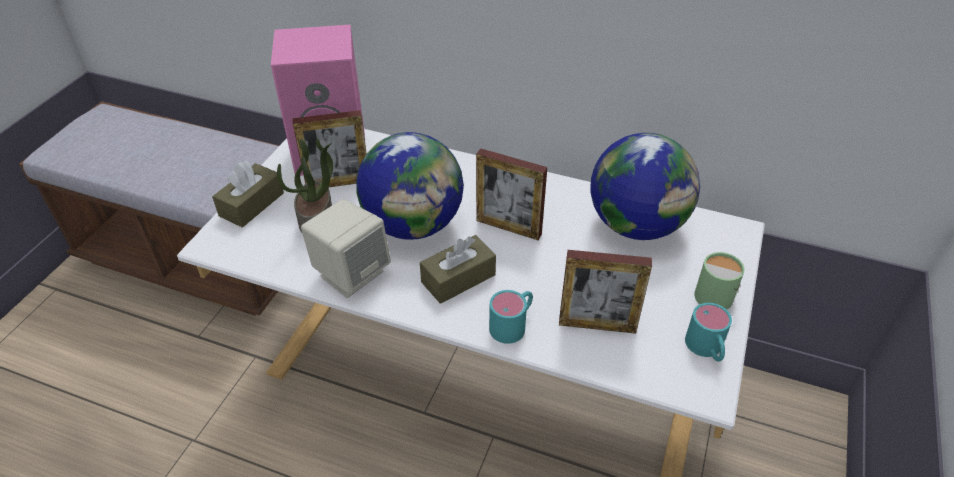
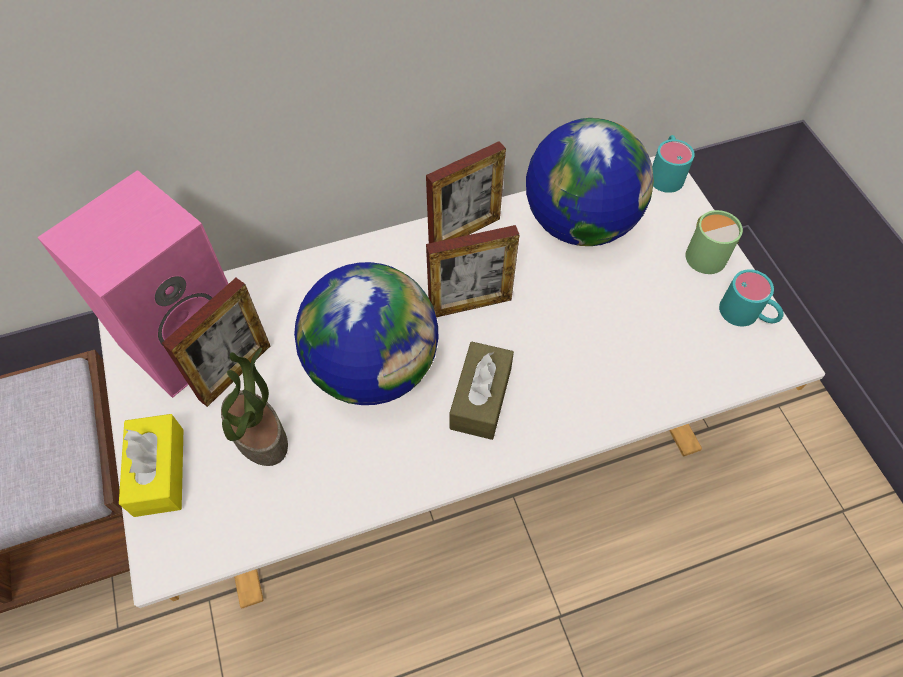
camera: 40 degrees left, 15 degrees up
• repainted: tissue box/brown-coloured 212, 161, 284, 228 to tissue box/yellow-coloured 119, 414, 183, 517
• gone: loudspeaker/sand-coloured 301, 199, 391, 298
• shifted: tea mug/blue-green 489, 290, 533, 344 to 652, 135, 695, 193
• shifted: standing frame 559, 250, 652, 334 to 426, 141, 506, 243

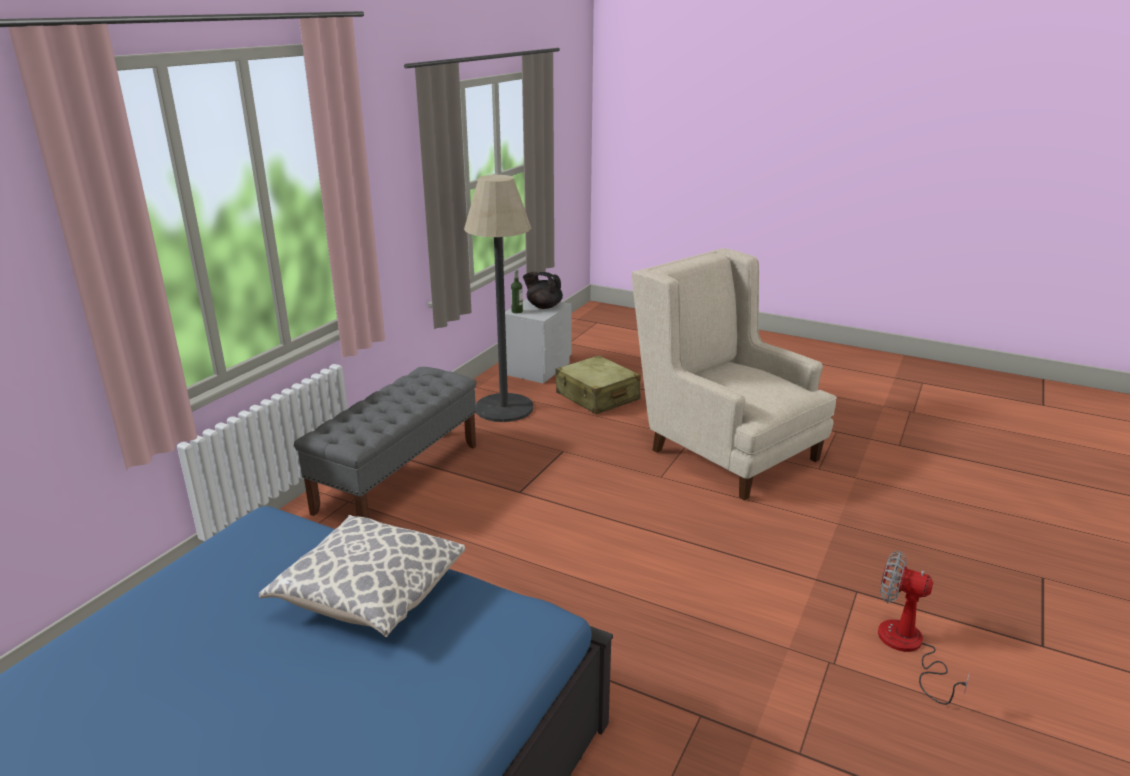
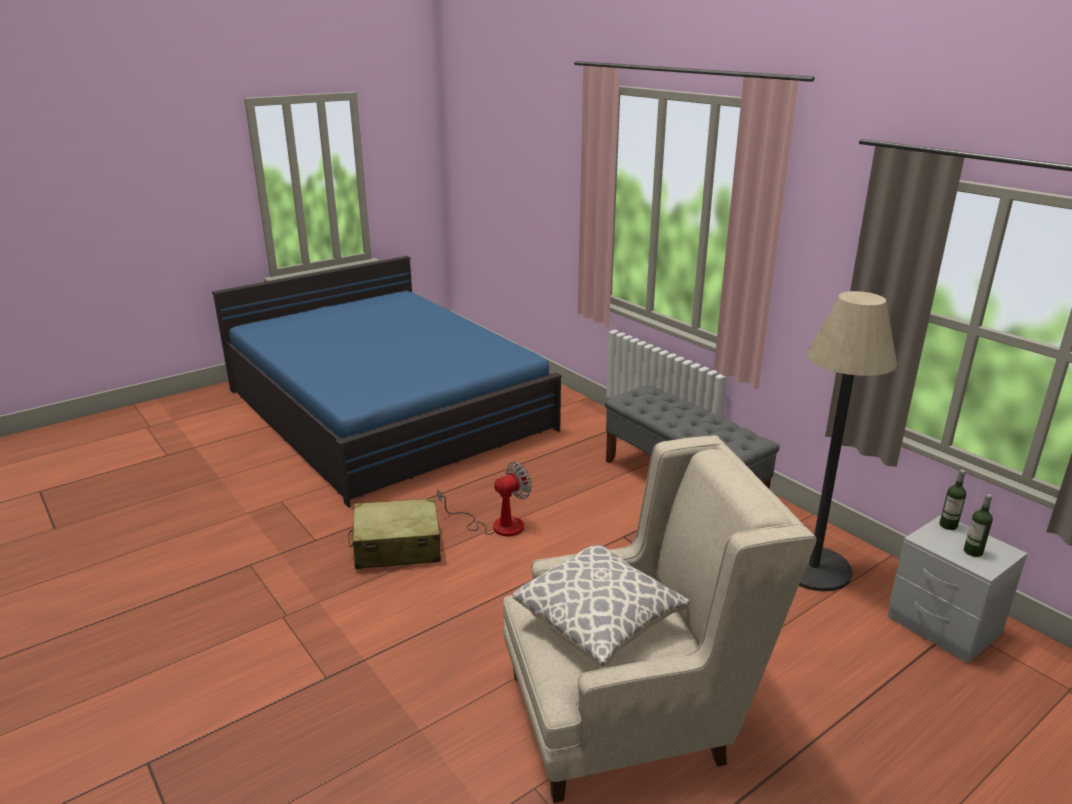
camera: 115 degrees right, 0 degrees up
• shifted: throw pillow 259, 515, 465, 637 to 513, 545, 689, 667
• swapped: teapot/black 523, 272, 563, 309 to beverage bottle 964, 494, 993, 557
• shifted: travel case/sand-coloured 555, 355, 641, 414 to 348, 498, 441, 569
• shifted: cooling fan 878, 551, 970, 705 to 437, 462, 532, 536

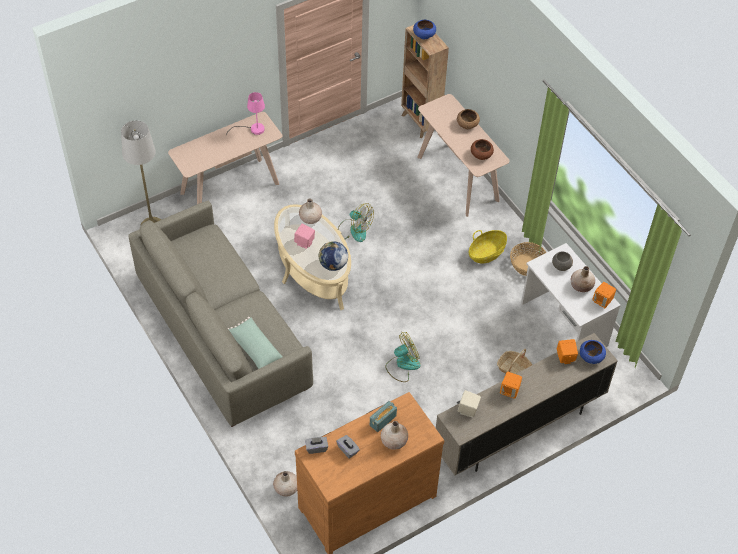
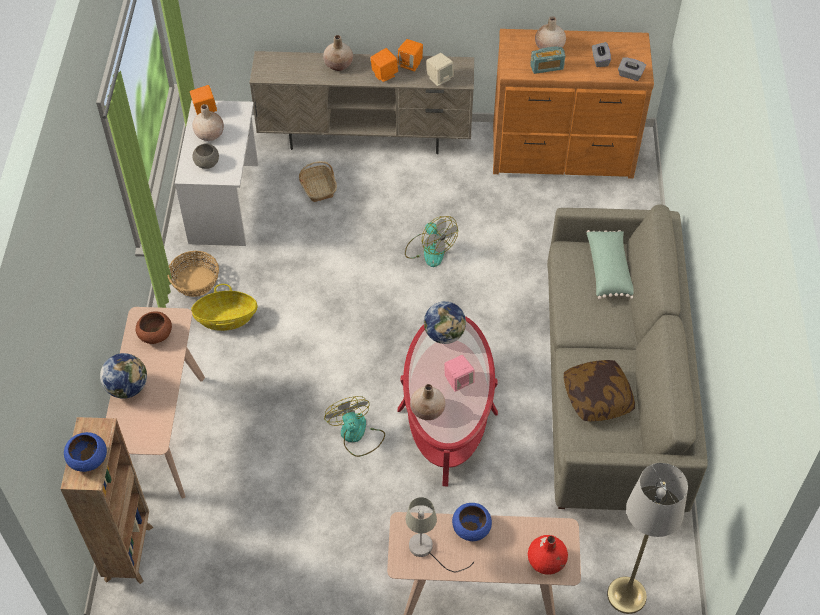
camera: 145 degrees left, 0 degrees up
• repainted: lamp for a table/pink-coloured 226, 92, 265, 136 to lamp for a table/greyish 405, 497, 474, 572
• shifted: vase/sand-coloured 273, 471, 297, 497 to 323, 35, 353, 71
• repainted: low table/sand-coloured 274, 204, 351, 310 to low table/red-coloured 397, 316, 498, 486
• rotated: cooling fan 385, 332, 421, 382 = 405, 216, 458, 267 135 degrees counterclockwise
• swapped: serving bowl/brown-coloured 457, 109, 480, 129 to world globe 100, 353, 147, 398
• shifted: loudspeaker/orangey 557, 339, 578, 364 to 398, 39, 423, 71
• shifted: serving bowl/bluish 580, 340, 606, 364 to 452, 503, 492, 541
• new: vase/red-coloured 528, 535, 568, 575
• new: throw pillow 564, 360, 635, 422

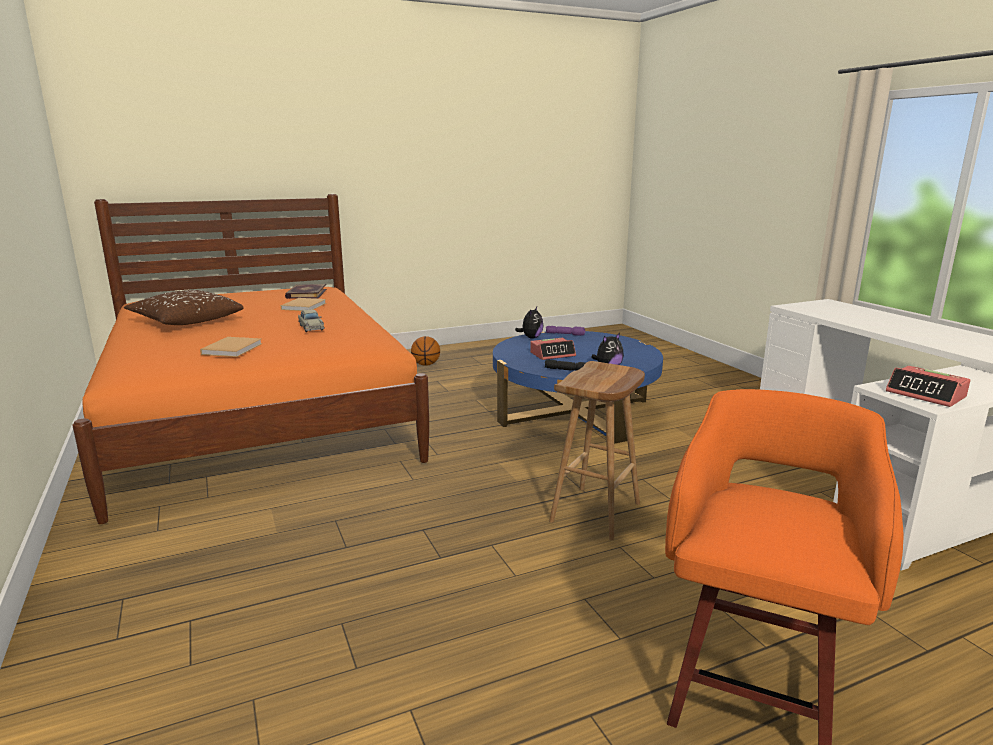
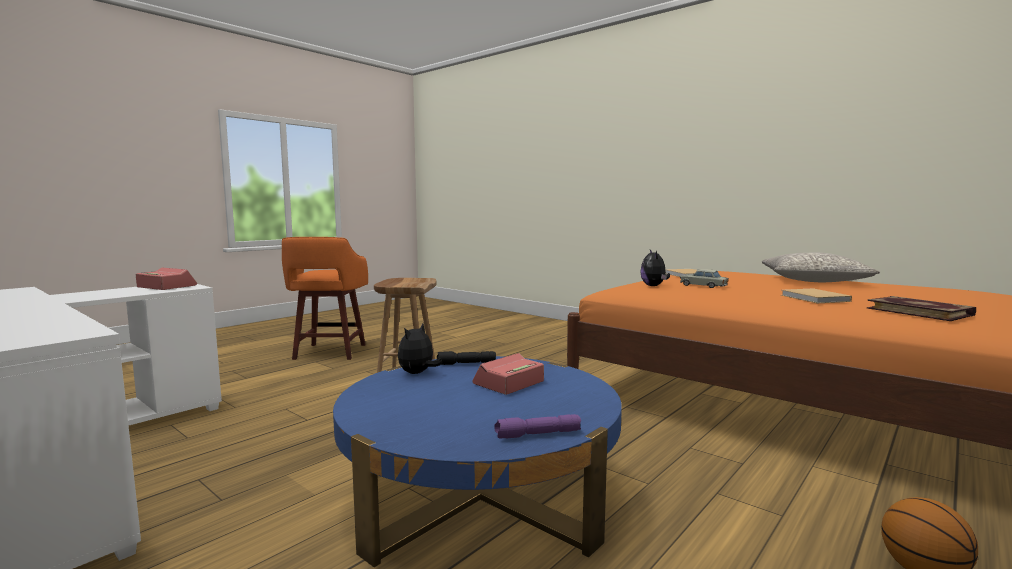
camera: 155 degrees right, 10 degrees down
• repainted: throw pillow/brown-coloured 124, 290, 244, 325 to throw pillow/greyish 762, 253, 879, 282
• shifted: cuddly toy 515, 307, 543, 339 to 640, 250, 670, 286

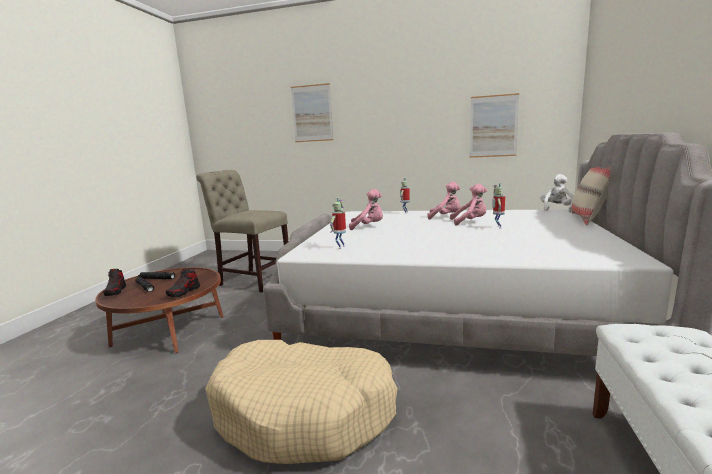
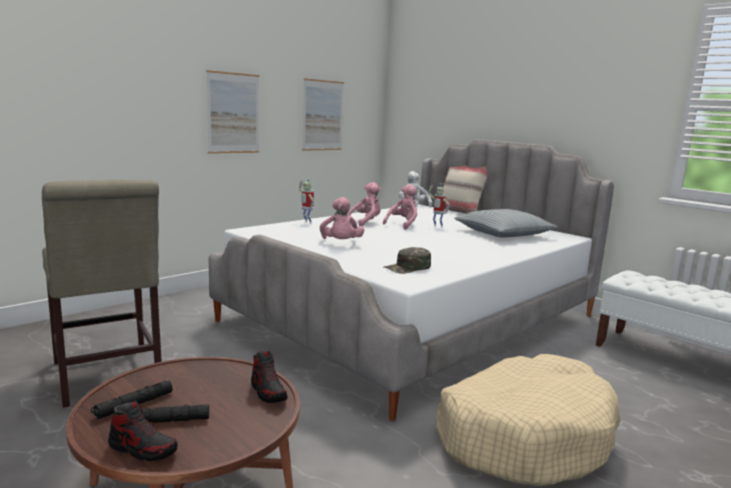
camera: 60 degrees left, 0 degrees up
• rotated: chair/sand-coloured 196, 170, 289, 292 = 42, 179, 162, 408 90 degrees counterclockwise
• shifted: picture 291, 83, 333, 142 to 206, 70, 260, 154
• swapped: model robot 330, 198, 346, 249 to cap/green-coloured 384, 247, 431, 274
• rotated: cuddly toy/pink-coloured 349, 189, 383, 230 = 320, 197, 364, 239 135 degrees clockwise
• new: throw pillow 454, 209, 558, 237

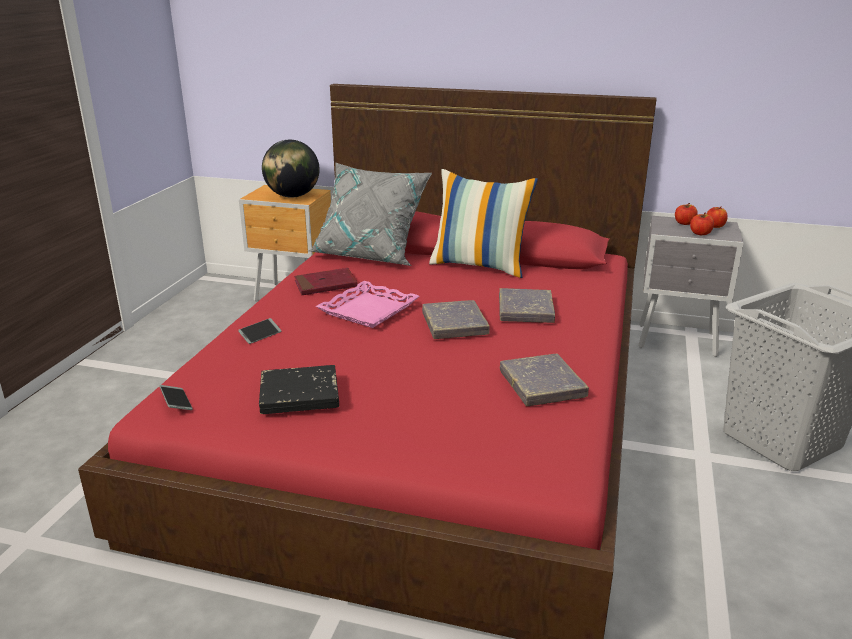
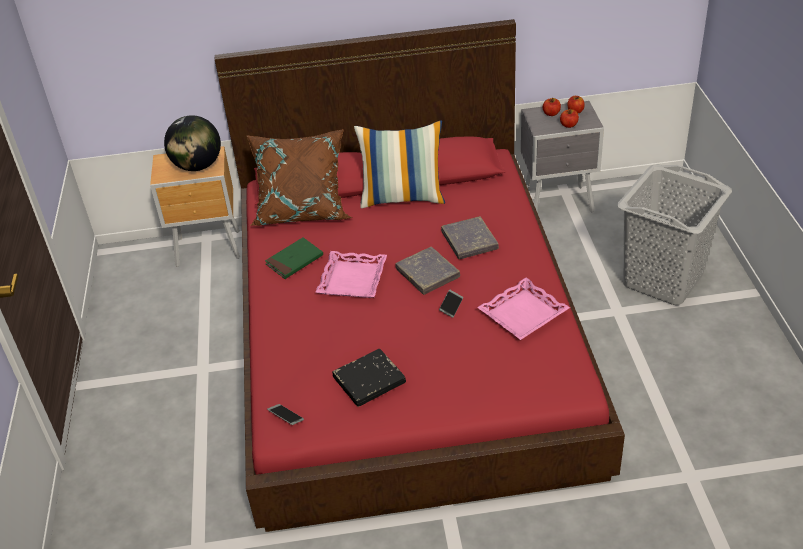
camera: 20 degrees left, 15 degrees up
• shifted: telephone 238, 318, 281, 344 to 439, 290, 463, 318
• repainted: volume/red-coloured 294, 268, 358, 295 to volume/green-coloured 265, 237, 323, 279
• repainted: throw pillow/greyish 307, 163, 432, 266 to throw pillow/brown-coloured 246, 129, 352, 226
• swapped: volume/greyish 500, 354, 589, 406 to tray/pink-coloured 477, 277, 570, 340

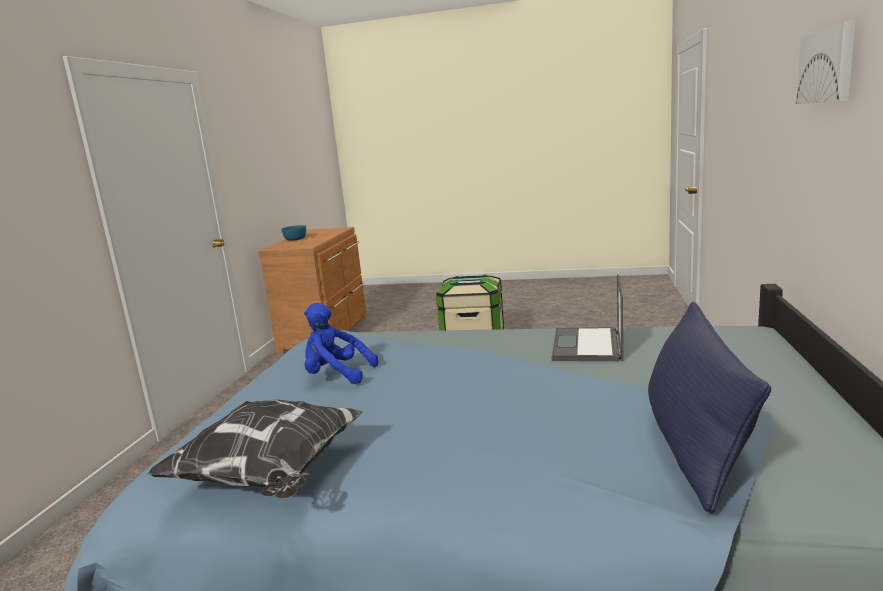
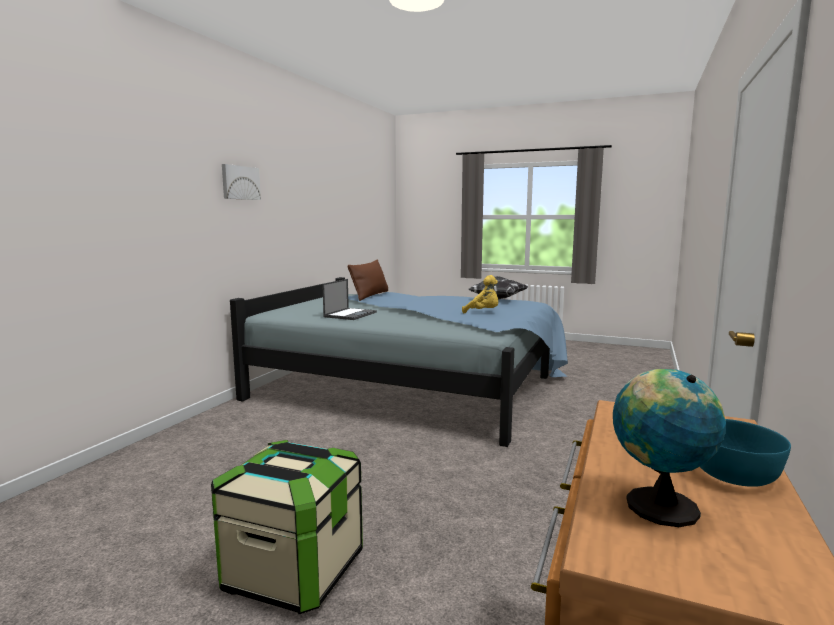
camera: 170 degrees left, 5 degrees down
• repainted: cuddly toy/bluish 304, 303, 378, 384 to cuddly toy/yellow-coloured 462, 275, 498, 313
• repainted: throw pillow/bluish 648, 302, 771, 513 to throw pillow/brown-coloured 348, 260, 388, 301
• new: world globe 613, 369, 726, 527

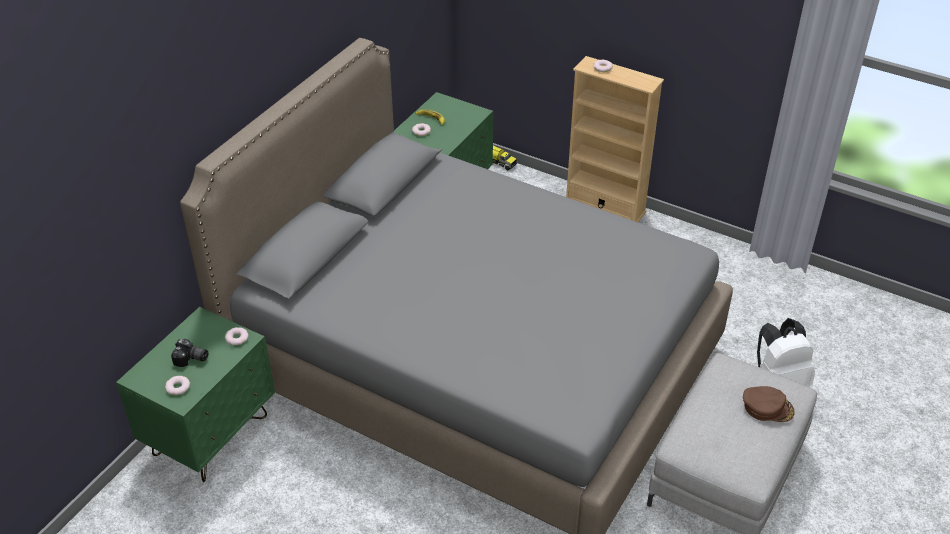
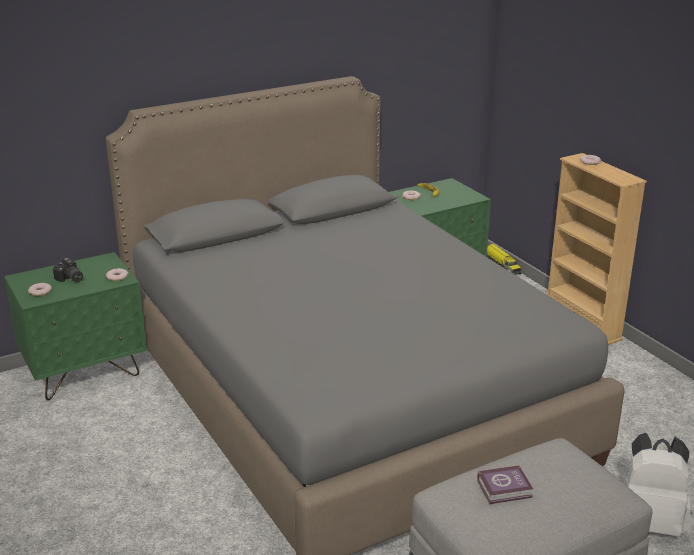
camera: 30 degrees right, 15 degrees down
• gone: cap/brown-coloured 743, 386, 795, 422
• new: volume 477, 465, 533, 504

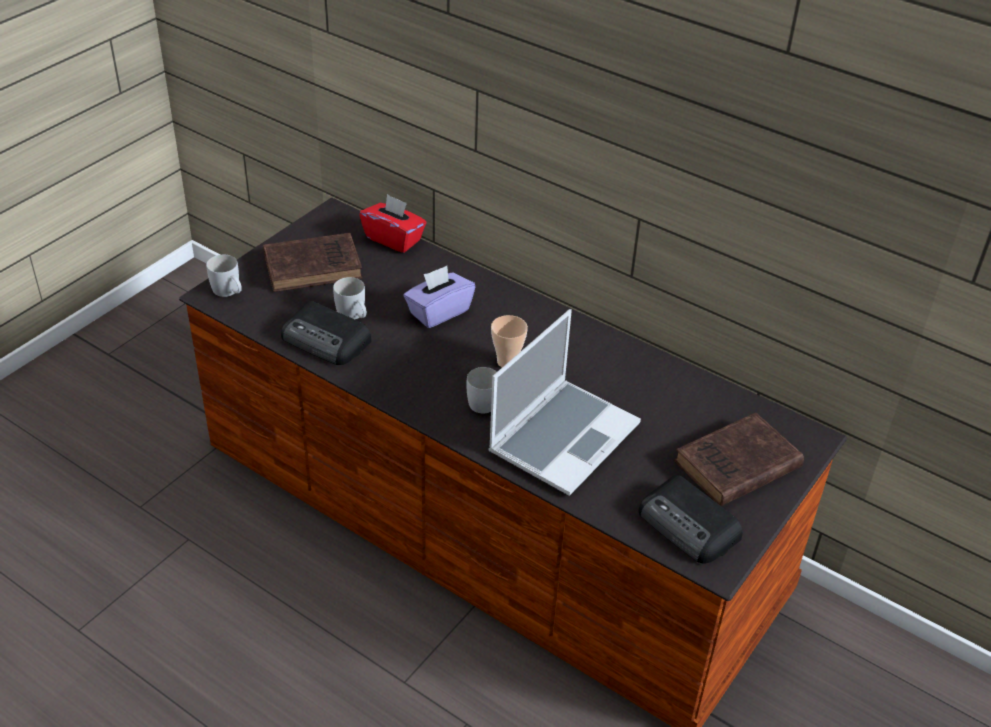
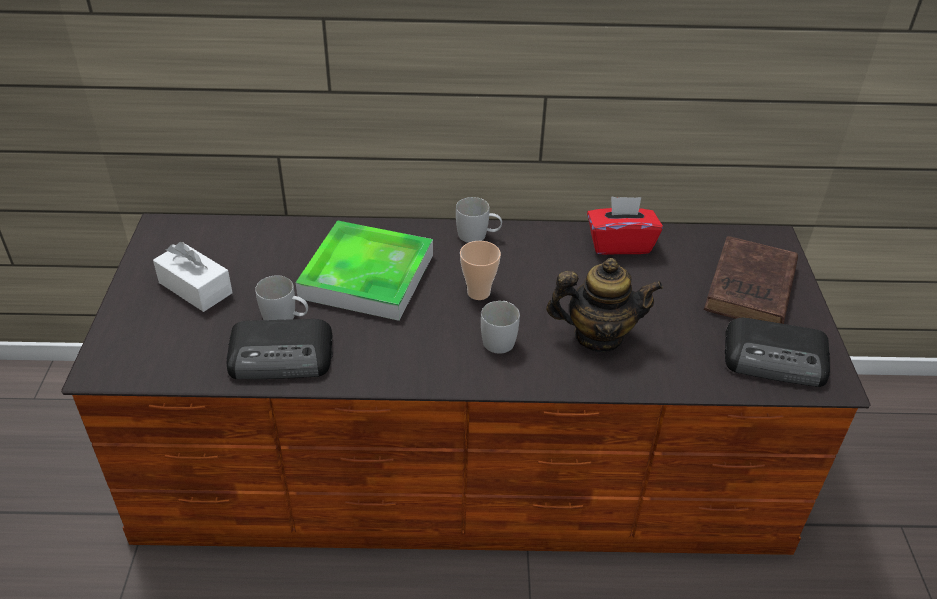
camera: 35 degrees left, 0 degrees up
• shifted: tea mug/whitish 206, 255, 242, 297 to 456, 197, 502, 243
• swapped: volume/brown-coloured 263, 233, 363, 292 to tissue box/whitish 153, 242, 233, 312
• shifted: tissue box/red-coloured 359, 194, 427, 253 to 587, 196, 663, 255
• swapped: tissue box/purple-coloured 403, 266, 475, 328 to tray 296, 220, 433, 321
• swapped: laptop 488, 309, 641, 496 to teapot 546, 258, 663, 352

